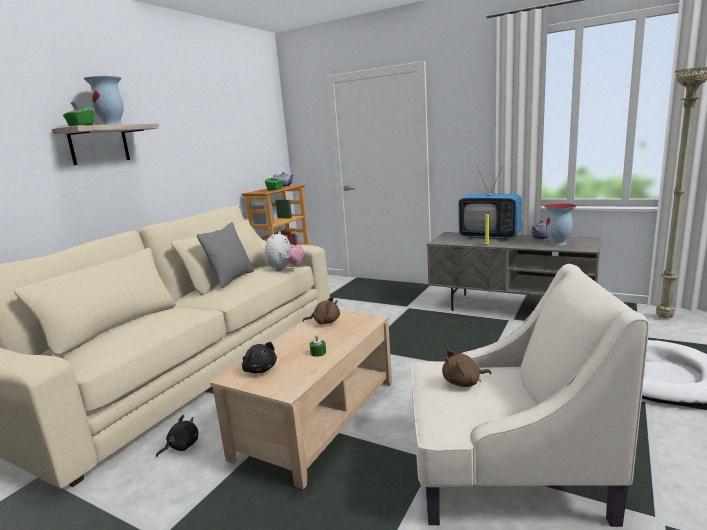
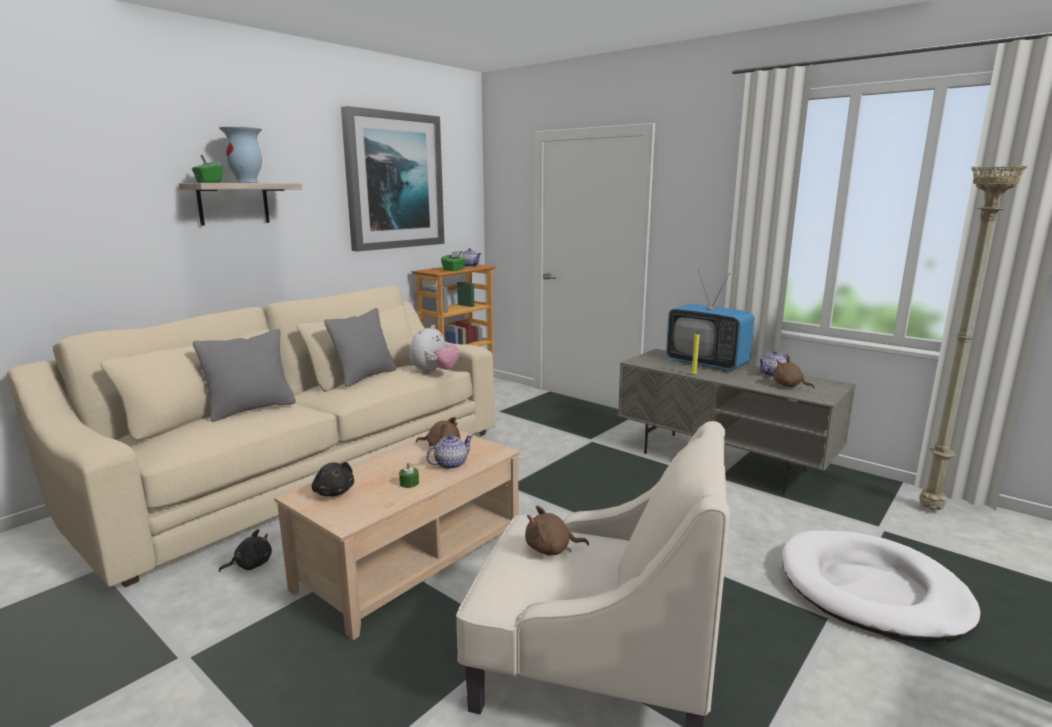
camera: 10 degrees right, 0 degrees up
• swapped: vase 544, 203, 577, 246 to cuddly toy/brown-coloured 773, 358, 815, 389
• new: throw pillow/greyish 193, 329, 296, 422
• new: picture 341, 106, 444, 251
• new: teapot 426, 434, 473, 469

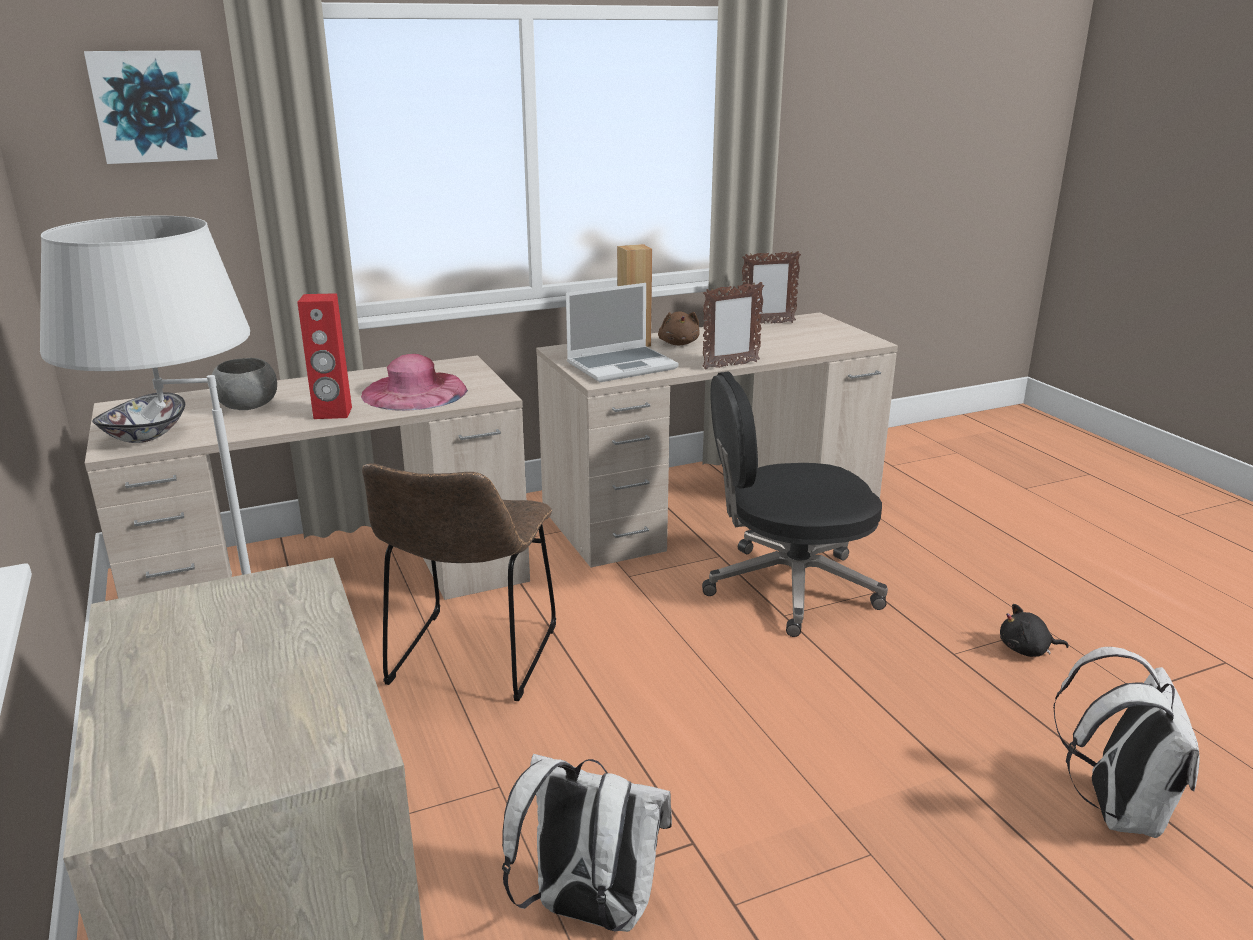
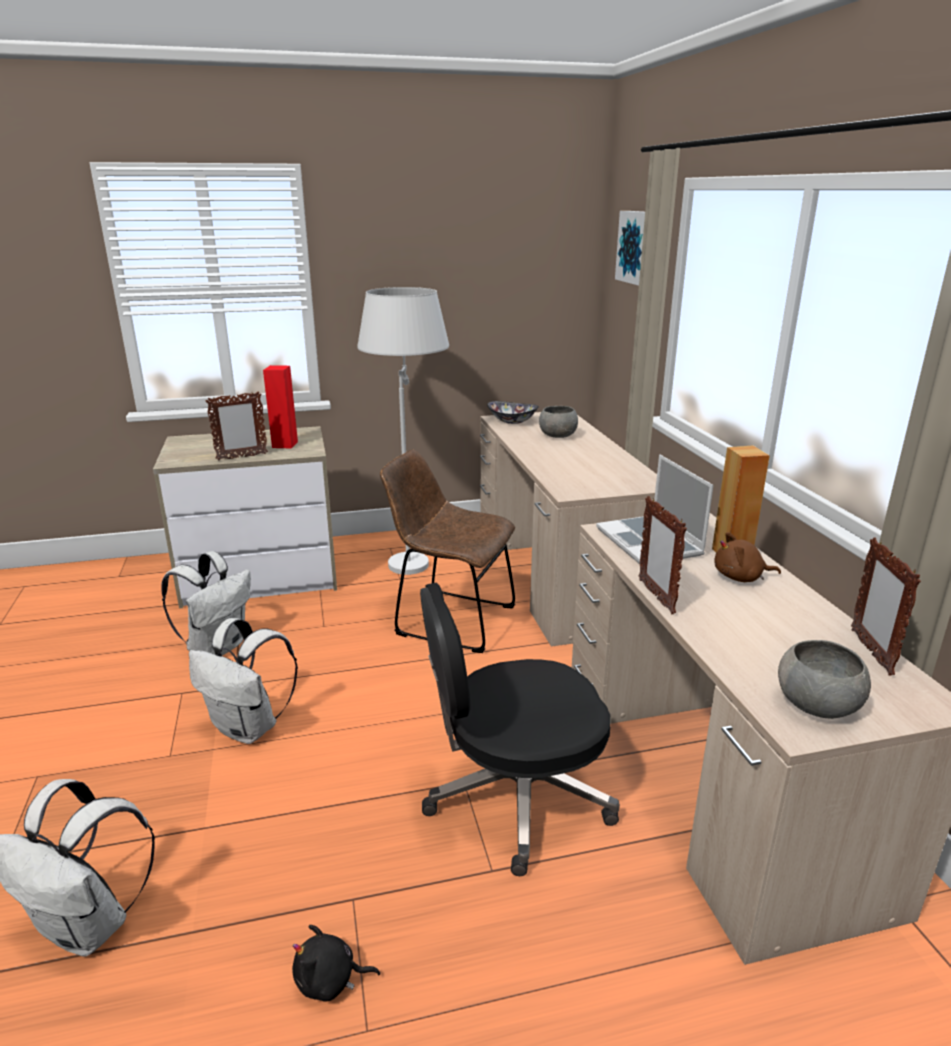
camera: 100 degrees right, 0 degrees up
• shifted: loudspeaker/red-coloured 297, 293, 352, 419 to 263, 365, 298, 449
• gone: hat/pink-coloured 361, 354, 468, 411
• rotated: computer chair/black 702, 371, 888, 637 = 420, 583, 620, 876 105 degrees counterclockwise
• rotated: cuddly toy/black 1000, 604, 1069, 657 = 292, 925, 380, 1002 105 degrees counterclockwise
• new: knapsack/whitish 189, 618, 298, 744
• new: standing frame 206, 391, 268, 461
• new: serving bowl/greyish 778, 640, 871, 719

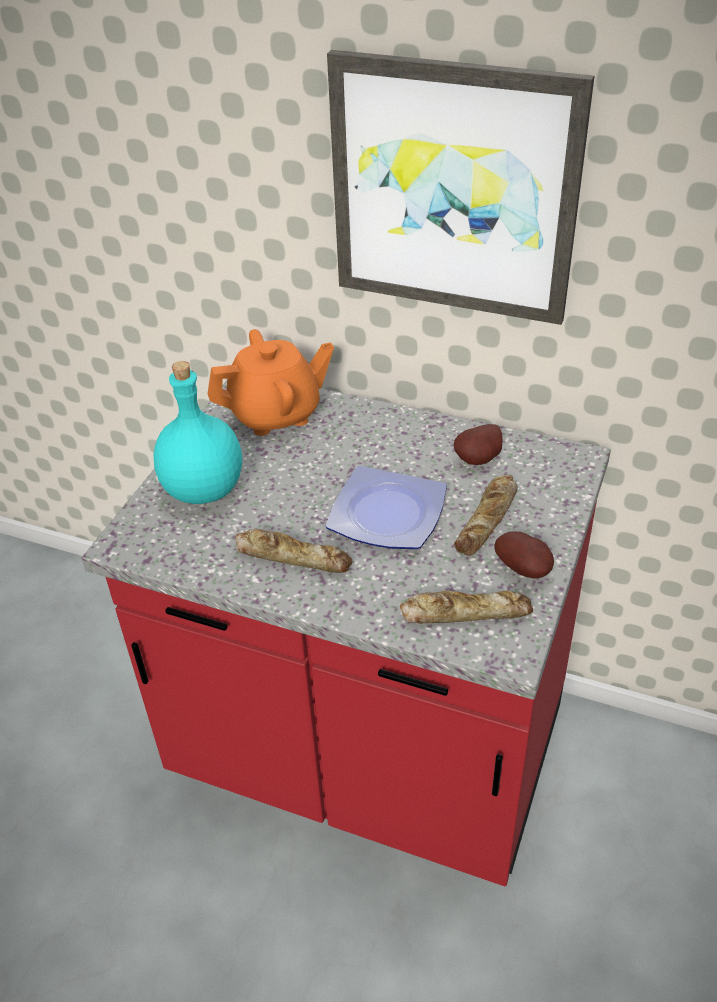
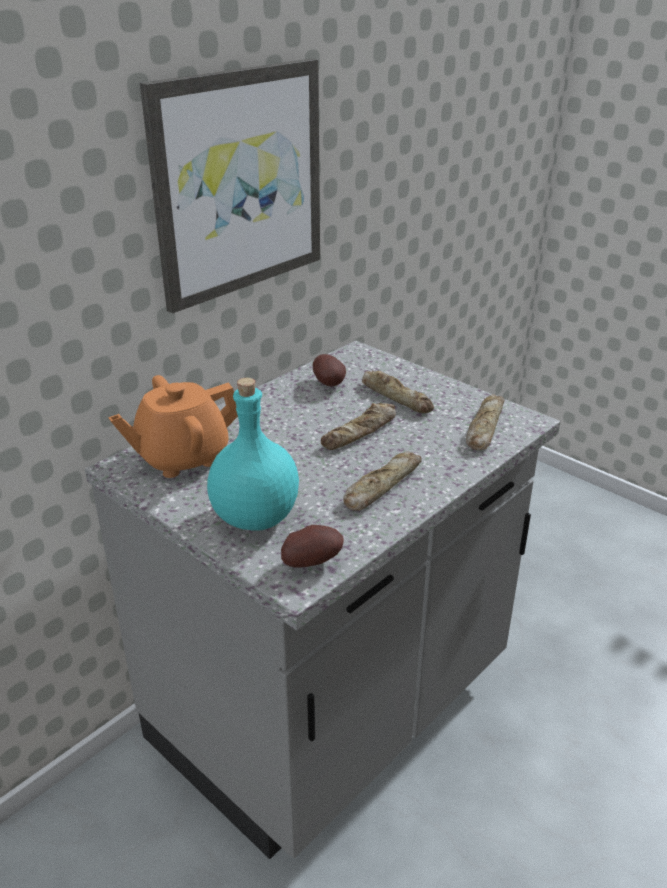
camera: 70 degrees left, 10 degrees down
• repainted: kitchen counter/red-coloured 81, 379, 611, 887 to kitchen counter/greyish 85, 341, 560, 859
• rotated: teapot/orangey 208, 329, 334, 436 = 109, 375, 238, 478 120 degrees counterclockwise
• swapped: flat dish 326, 466, 447, 549 to bread 321, 403, 396, 450
• shifted: potato 494, 531, 554, 579 to 281, 525, 344, 568

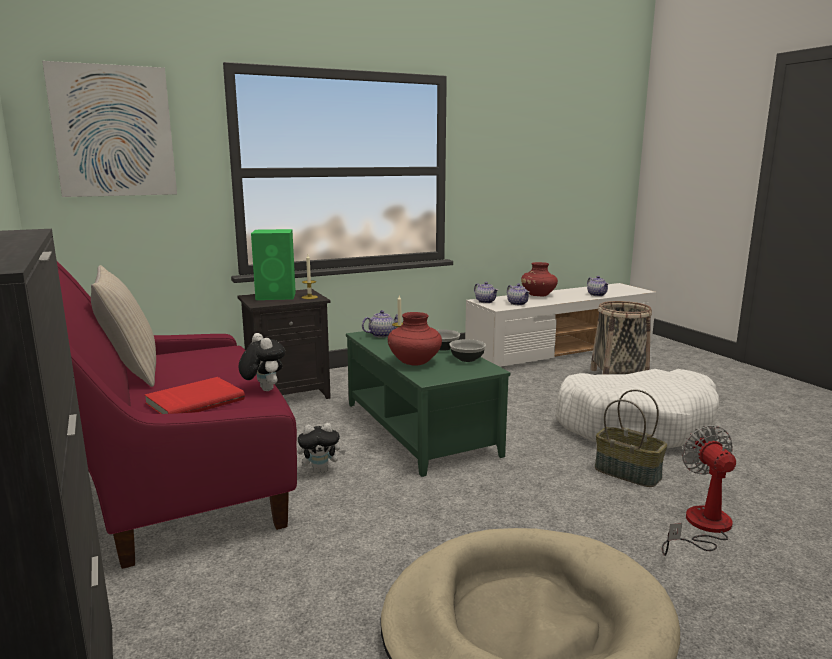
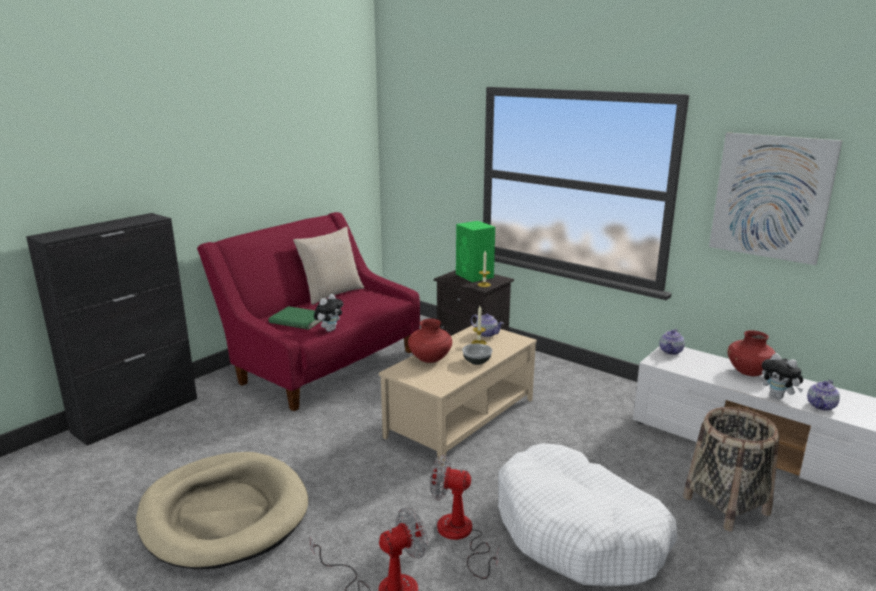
camera: 65 degrees right, 5 degrees up
• shifted: picture 42, 61, 177, 197 to 709, 132, 842, 265
• repainted: volume/red-coloured 145, 377, 245, 414 to volume/green-coloured 269, 306, 321, 330
• shifted: cuddly toy 298, 423, 346, 474 to 762, 353, 803, 399
• repainted: low table/green-coloured 346, 331, 510, 477 to low table/sand-coloured 379, 324, 537, 466
• gone: serving bowl 449, 339, 486, 362
• gone: teapot 507, 283, 530, 305
• swapped: basket 595, 389, 667, 487 to cooling fan 430, 455, 499, 579

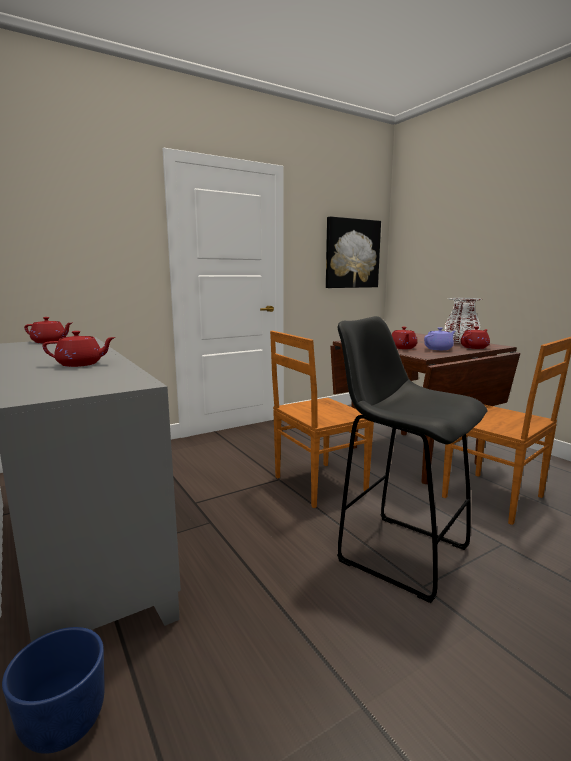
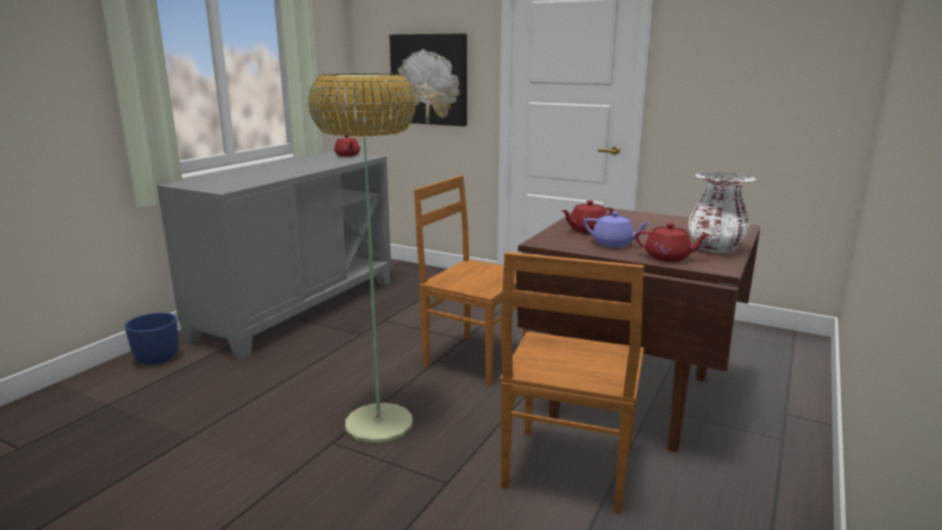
camera: 60 degrees right, 5 degrees up
• gone: teapot/red-coloured 42, 331, 116, 367
• shifted: picture 326, 216, 381, 288 to 389, 33, 467, 126
• swapped: stool seat/black 337, 316, 488, 603 to standing lamp 308, 73, 416, 443

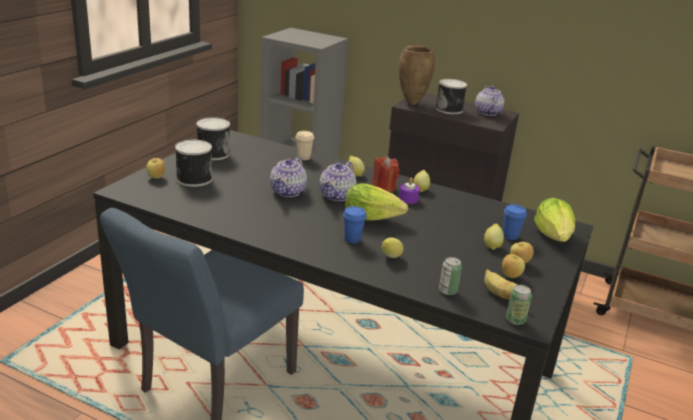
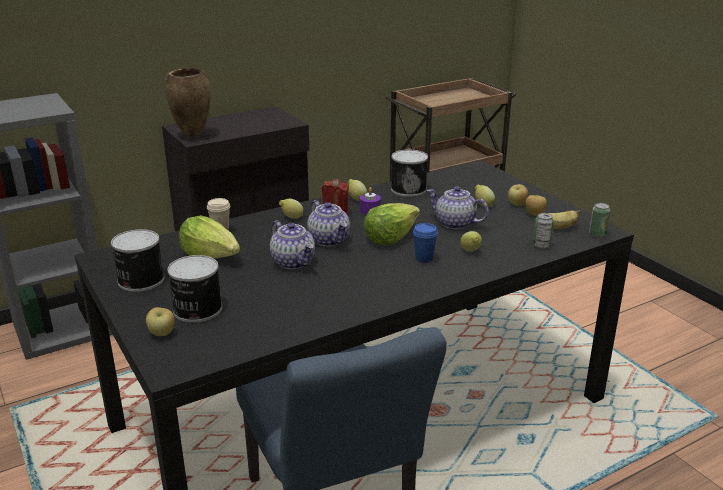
camera: 55 degrees left, 0 degrees up
• shifted: sealed can 436, 79, 467, 114 to 391, 150, 428, 197
• shifted: teapot 475, 86, 504, 116 to 426, 186, 489, 230
• gone: drinking cup/bluish 503, 204, 527, 240
• shifted: lettuce head 534, 198, 575, 242 to 179, 215, 240, 258

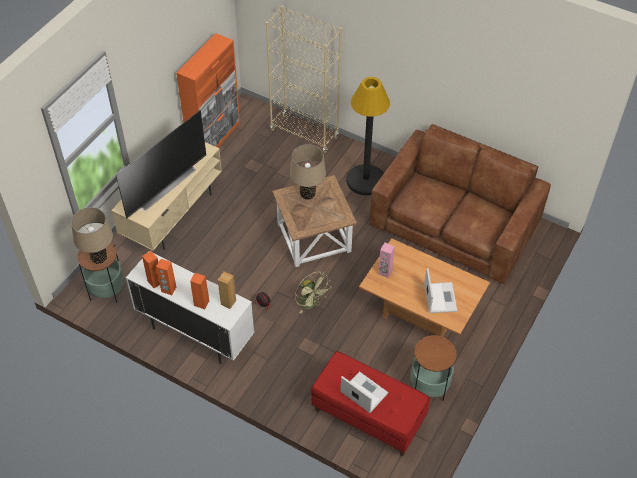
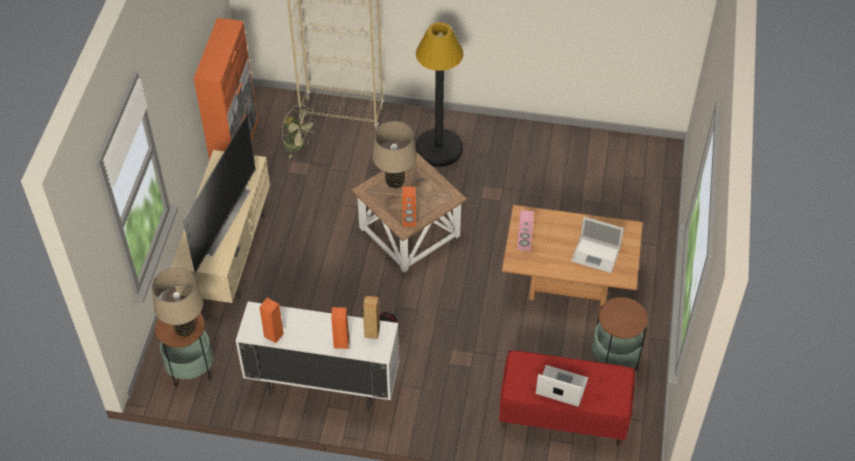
camera: 20 degrees left, 0 degrees up
• shifted: loudspeaker/orangey 156, 259, 176, 295 to 402, 187, 416, 227
• shifted: cooling fan/green-coloured 295, 272, 331, 314 to 282, 104, 315, 158
• gone: settee/brown-coloured 369, 124, 551, 284
• rotated: laptop 424, 268, 457, 313 = 571, 217, 624, 273 135 degrees clockwise

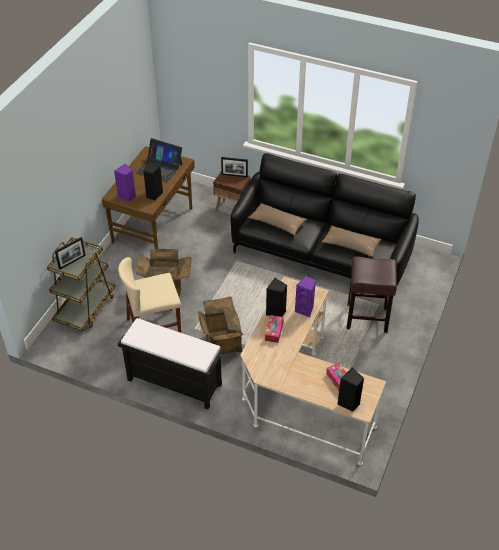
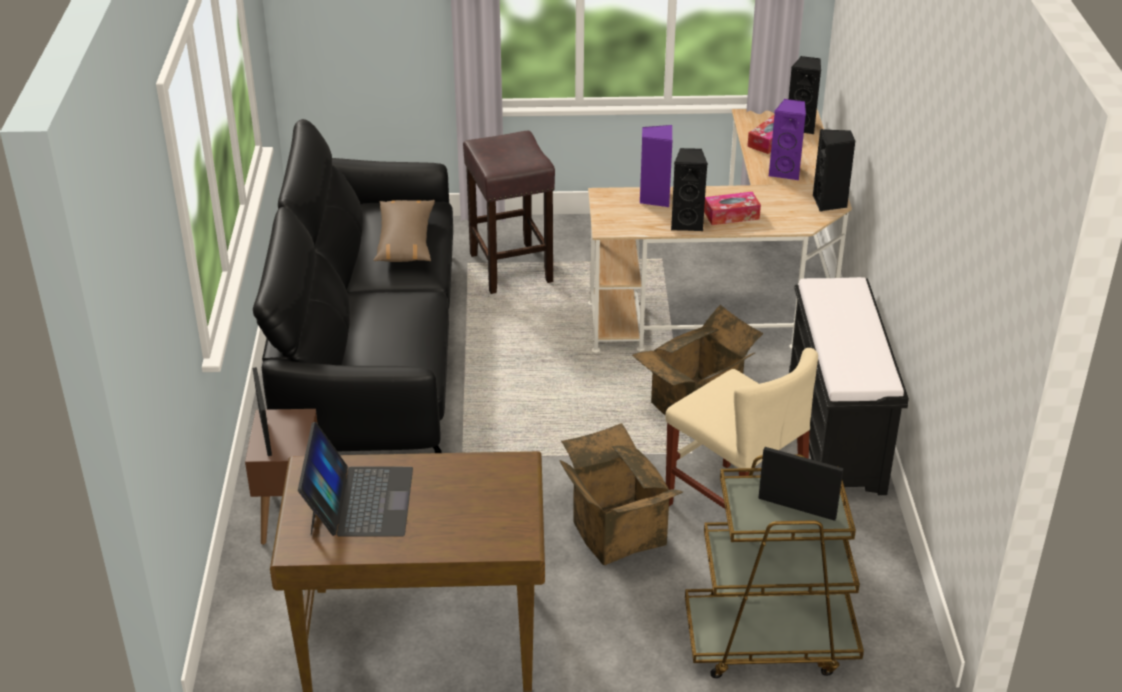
camera: 115 degrees left, 10 degrees down
• shifted: loudspeaker/purple-coloured 114, 164, 136, 202 to 769, 99, 806, 180
• shifted: loudspeaker/black 143, 163, 163, 200 to 813, 129, 856, 212
• gone: throw pillow/brown-coloured 248, 203, 307, 235

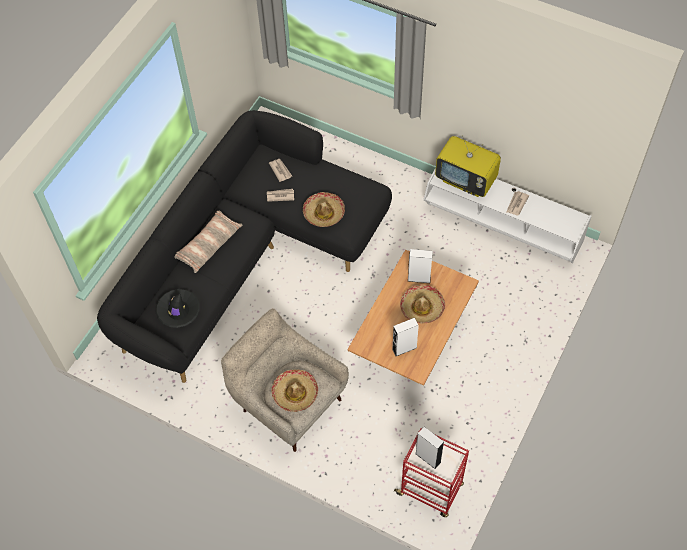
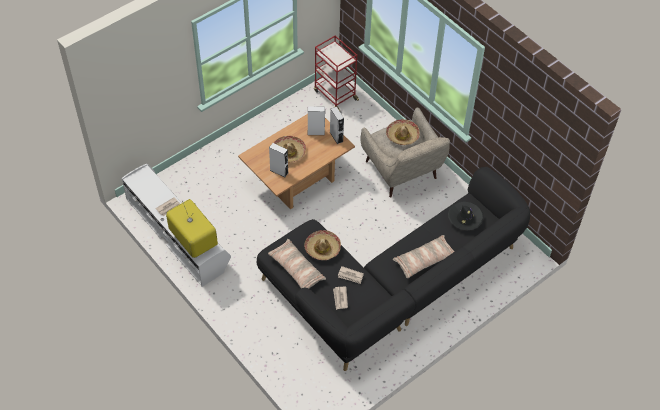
camera: 160 degrees left, 5 degrees down
• shifted: loudspeaker/greyish 415, 427, 444, 469 to 330, 107, 344, 144
• new: throw pillow 268, 239, 326, 289

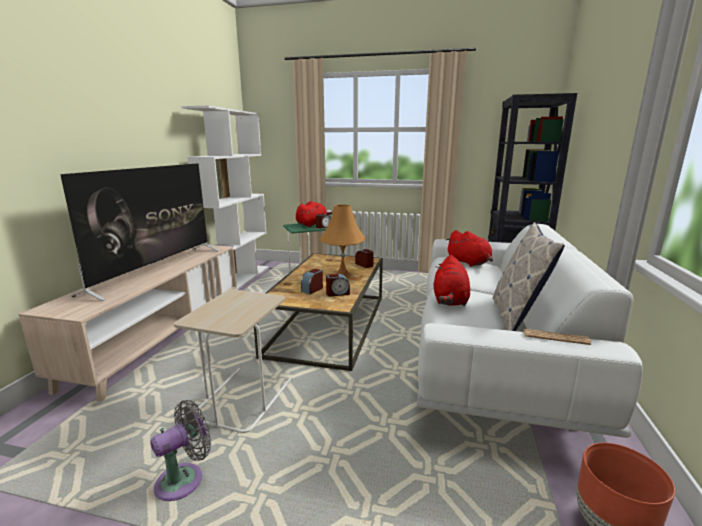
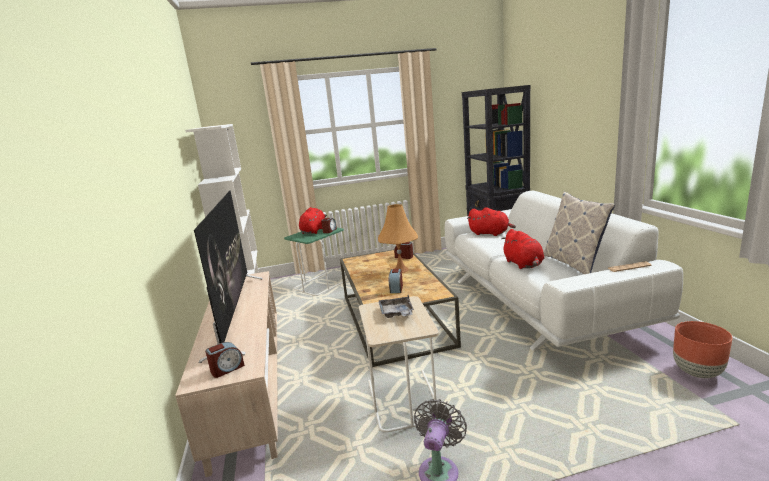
camera: 25 degrees left, 0 degrees up
• shifted: bedside clock 326, 274, 350, 296 to 205, 342, 245, 378
• new: tray/greyish 378, 295, 414, 318

